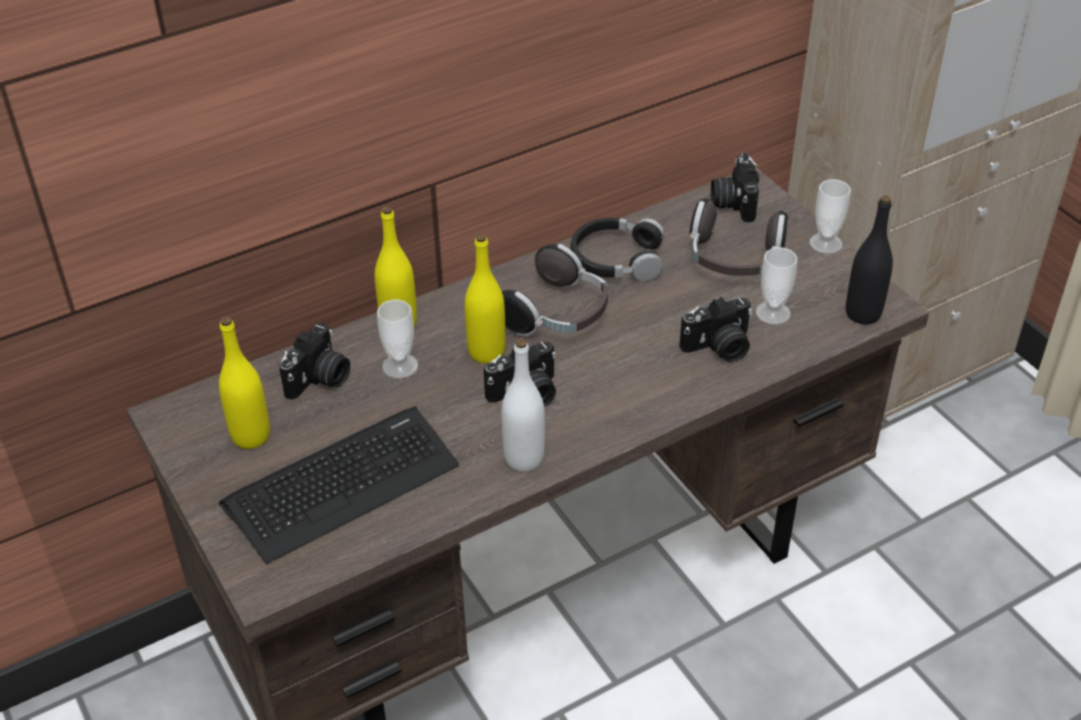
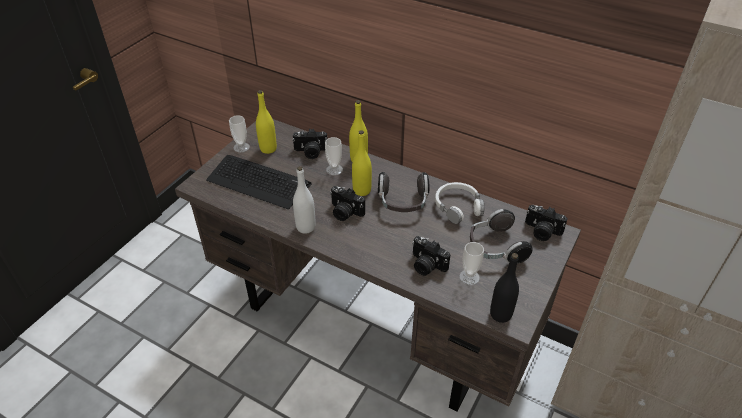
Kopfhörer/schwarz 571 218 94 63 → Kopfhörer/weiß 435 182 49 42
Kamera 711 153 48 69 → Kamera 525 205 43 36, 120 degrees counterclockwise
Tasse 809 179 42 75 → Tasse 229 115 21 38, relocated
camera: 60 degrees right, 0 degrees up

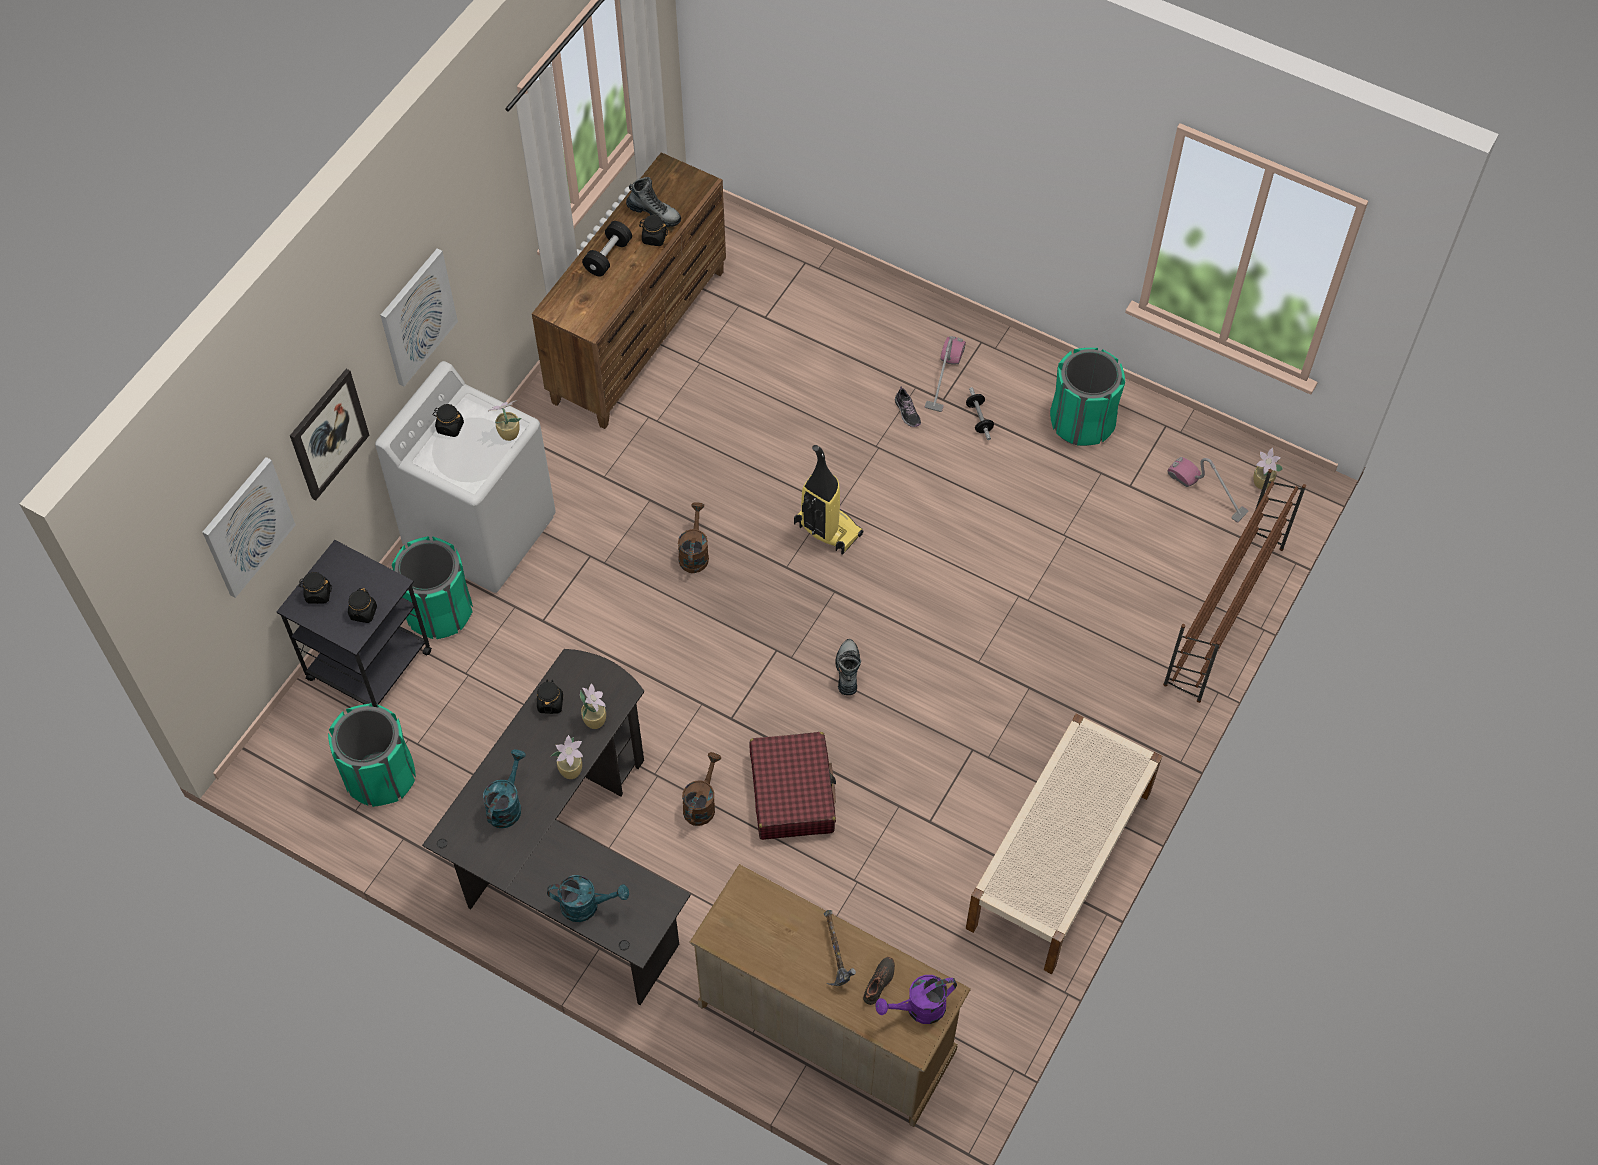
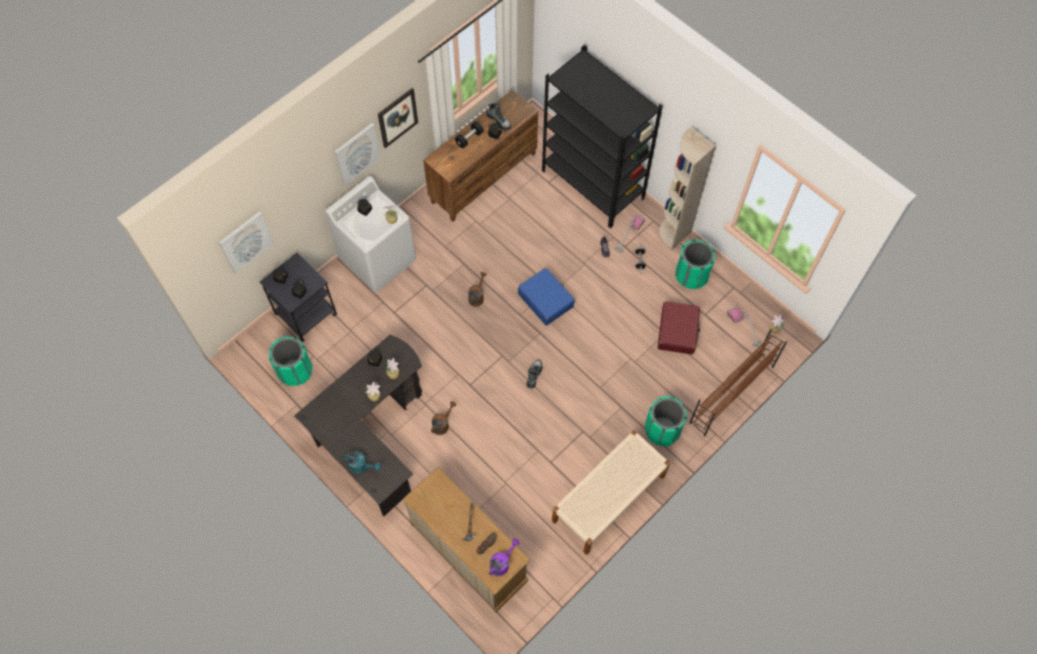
Bild 290 369 79 131 → Bild 378 88 40 60, relocated
Mülleimer/grün 392 536 81 103 → Mülleimer/grün 645 396 42 50, relocated
Gießkanne/türkis 483 749 43 79 → -
Koffer/rot 749 732 87 108 → Koffer/rot 658 301 42 54, relocated
Staubsauger 794 445 69 109 → Koffer/blau 518 268 57 58
Gießkanne/lila 875 975 82 49 → Gießkanne/lila 489 539 31 37, 135 degrees clockwise
- → Bücherregal/schwarz 542 45 121 184
- → Bücherregal/beige 659 126 57 124
camera: 15 degrees right, 5 degrees up

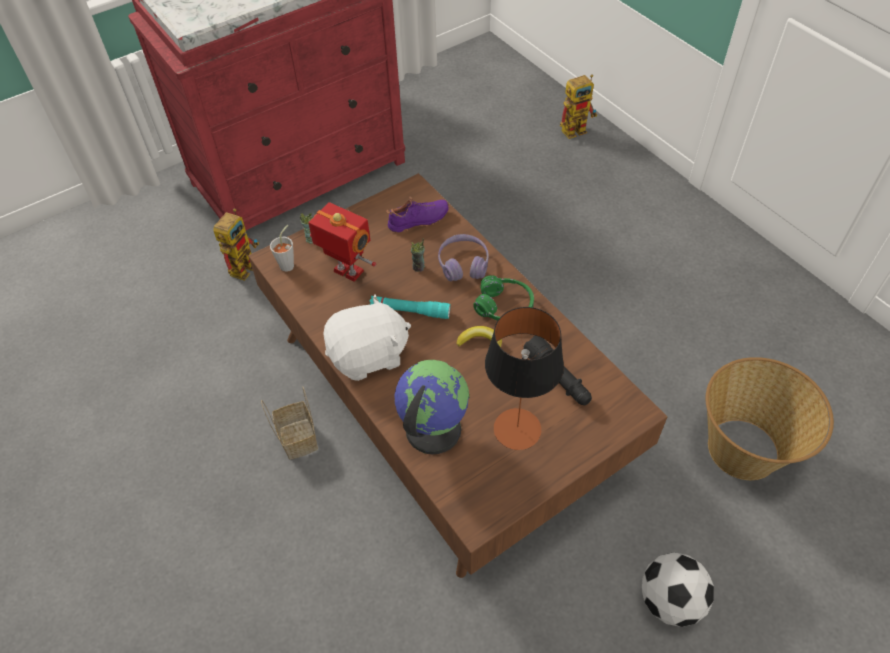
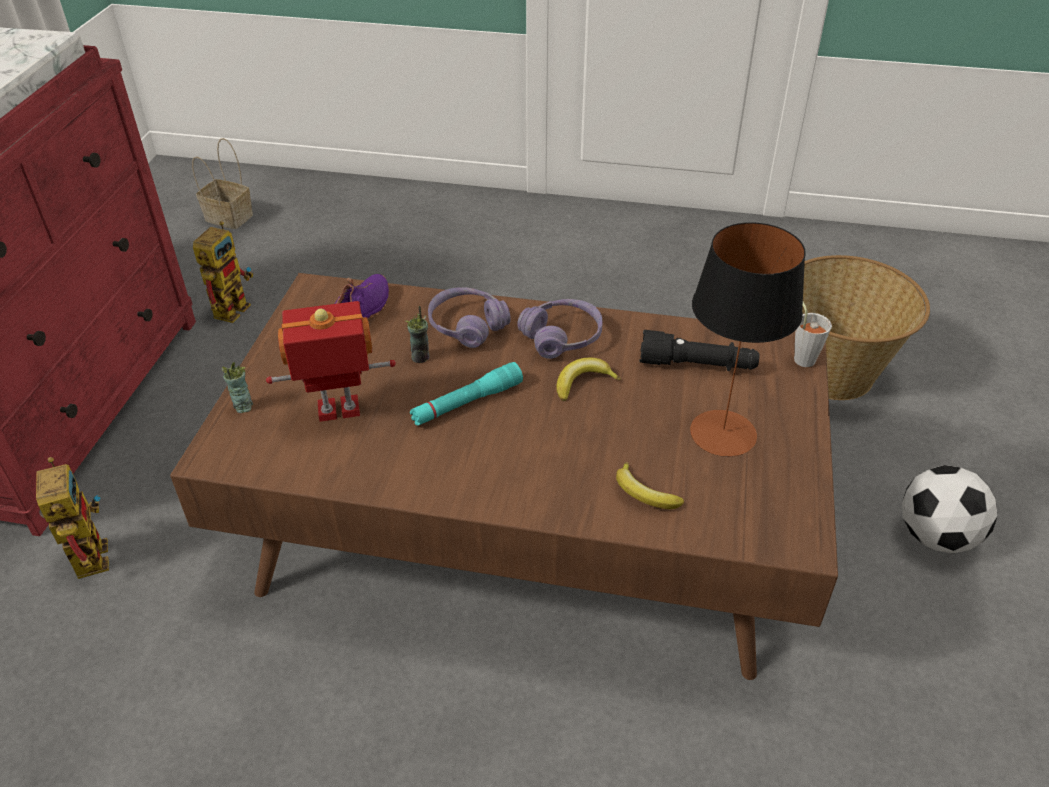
Korb 261 386 57 74 → Korb 192 138 61 91, relocated
Tasse/grau 270 225 24 47 → Tasse/grau 794 302 38 65, relocated
Plüschtier/weiß 323 294 88 87 → -
Globus 395 360 74 94 → Banane 616 462 68 47
Kopfhörer/grün 473 275 61 45 → Kopfhörer/lila 517 299 86 60
Spielzeugroboter 560 74 37 65 → Spielzeugroboter 193 221 60 102, relocated
camera: 45 degrees left, 10 degrees down

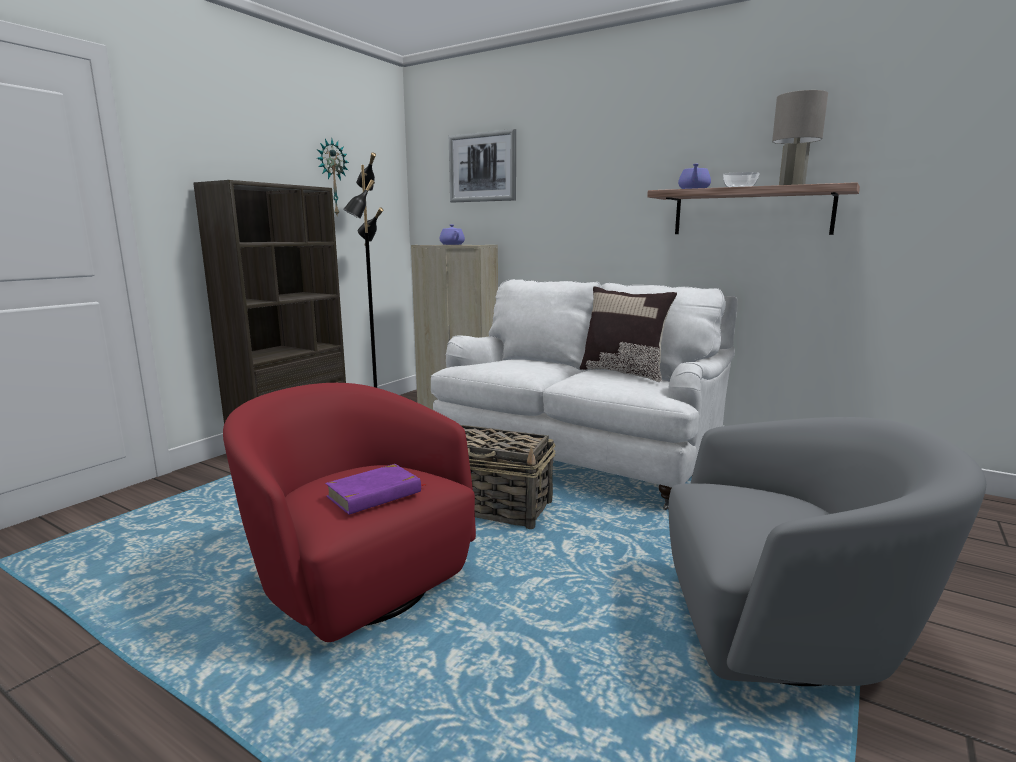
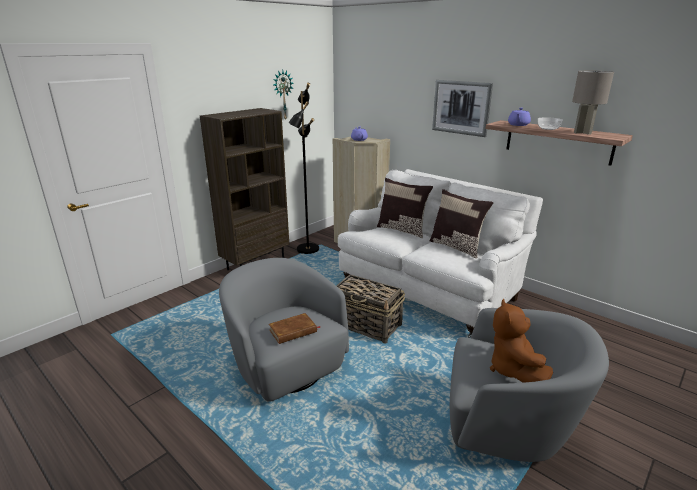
Sessel/rot 223 383 253 259 → Sessel/grau 219 258 130 144
Buch/lila 325 464 101 51 → Buch/braun 269 313 51 31
Bild 449 129 67 73 → Bild 432 80 61 57, relocated
- → Kissen 377 178 56 60
- → Plüschtier/braun 490 299 63 84
camera: 10 degrees right, 10 degrees up

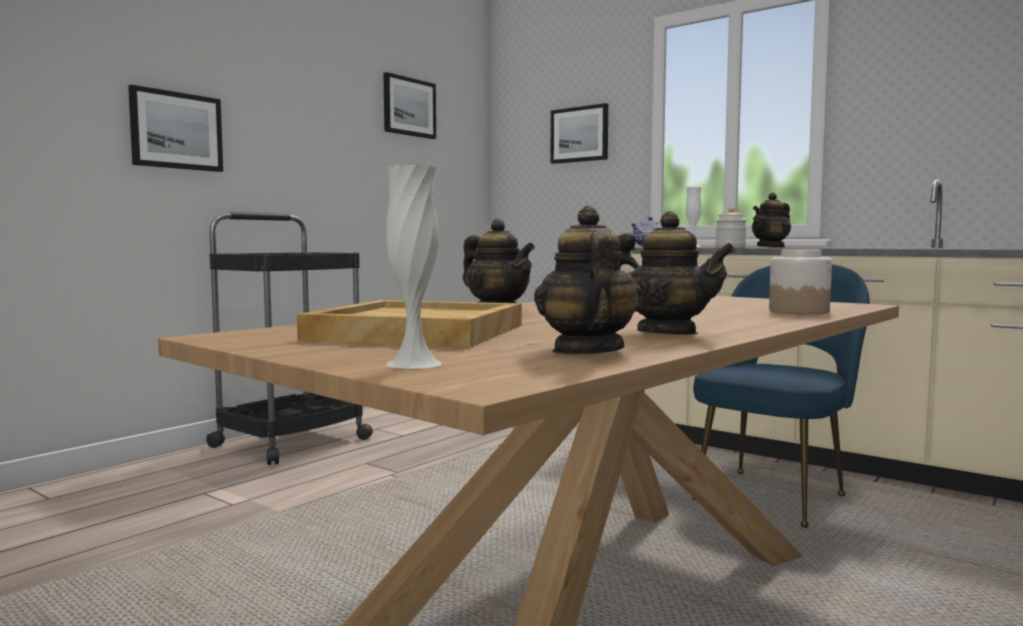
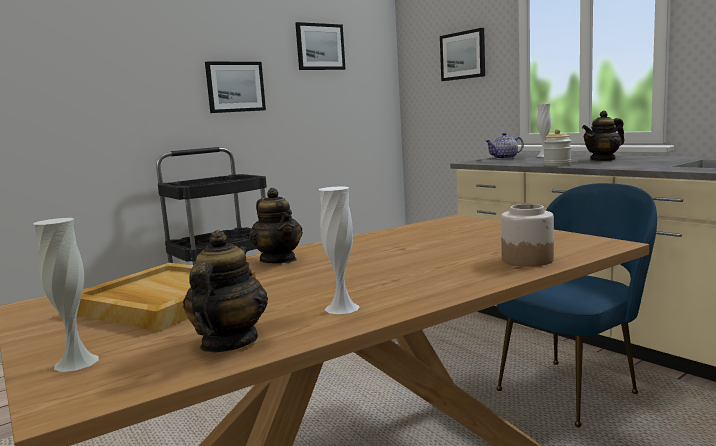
Bild 128 85 95 87 → Bild 205 62 61 51, relocated
Teekanne 618 211 117 124 → Vase/weiß 319 186 41 128
camera: 15 degrees right, 5 degrees up

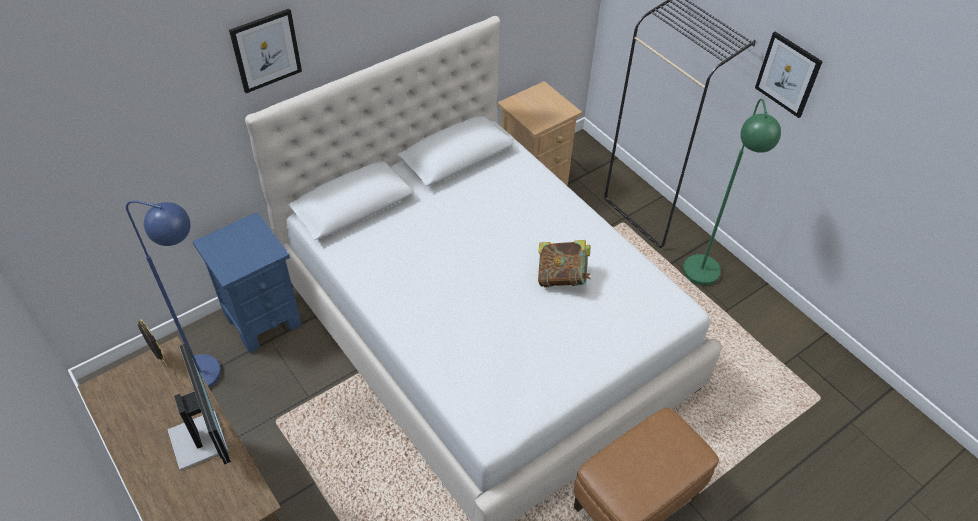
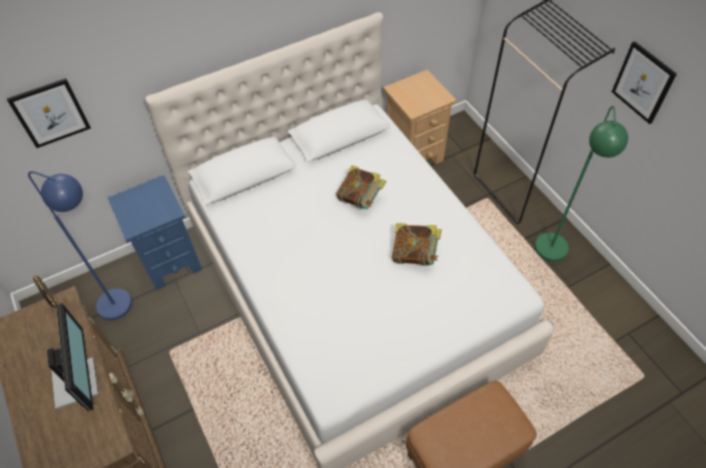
Bild 229 9 73 84 → Bild 7 78 84 70, relocated
- → Buch 336 165 51 44
camera: 10 degrees right, 5 degrees up

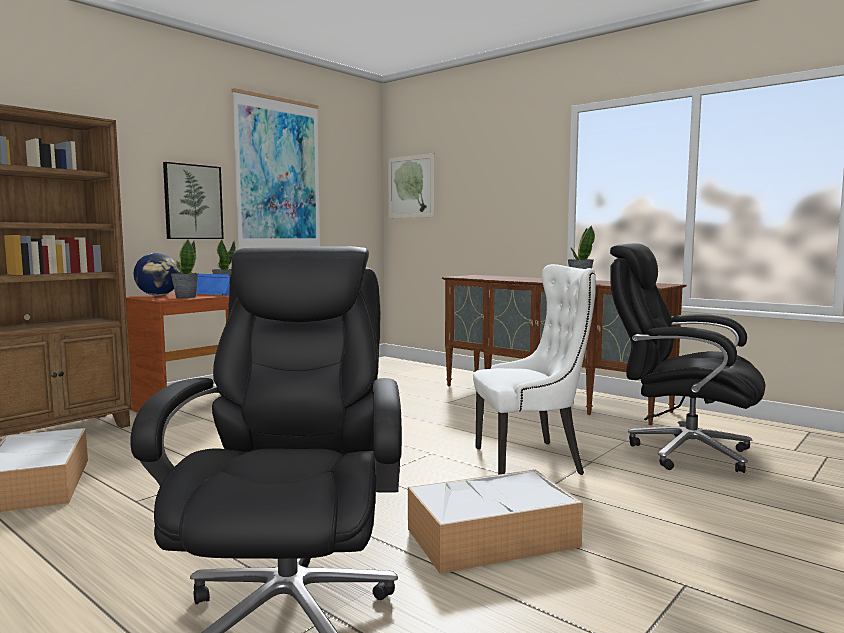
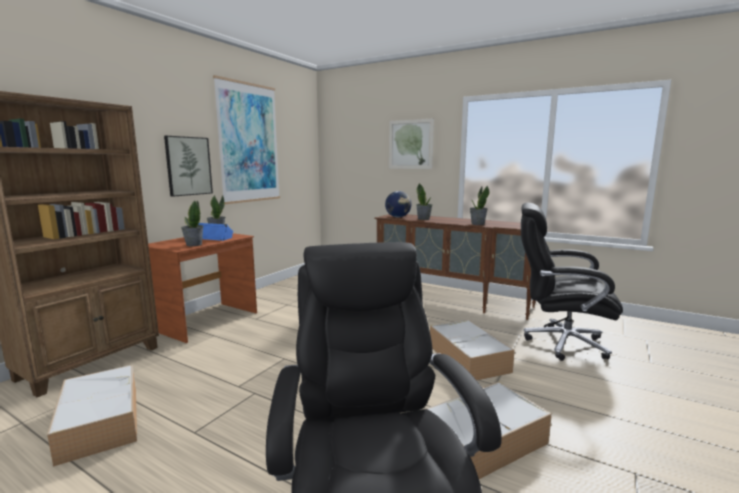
Globus 134 253 46 43 → Globus 385 191 26 26, relocated
Bild 388 153 47 65 → Bild 389 118 45 51, relocated
Stuhl/weiß 473 264 123 211 → Aufbewahrungsbox 430 320 85 60
- → Topfpflanze 416 183 16 37
camera: 10 degrees left, 5 degrees up

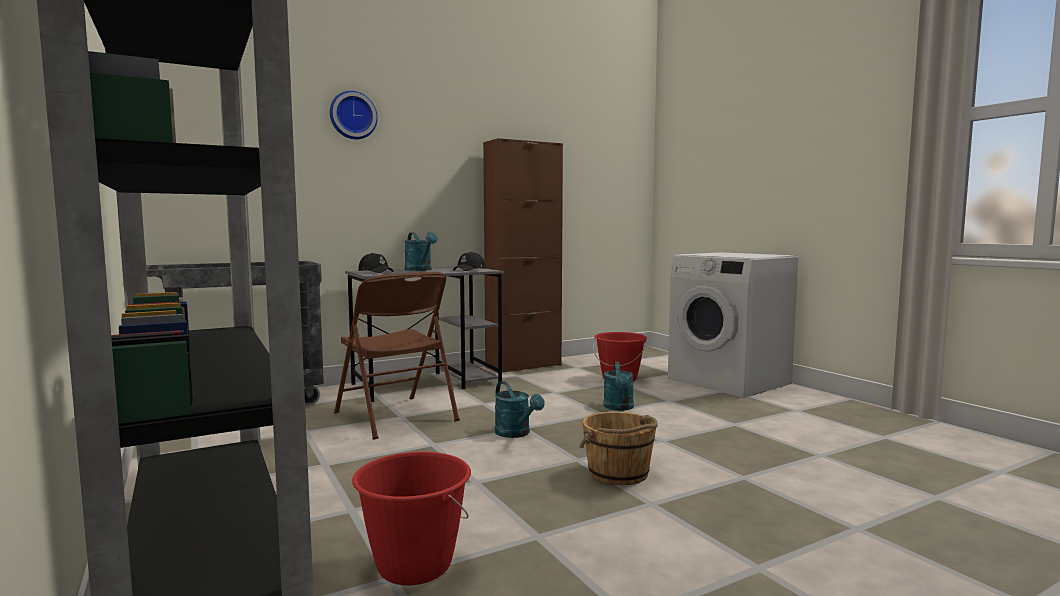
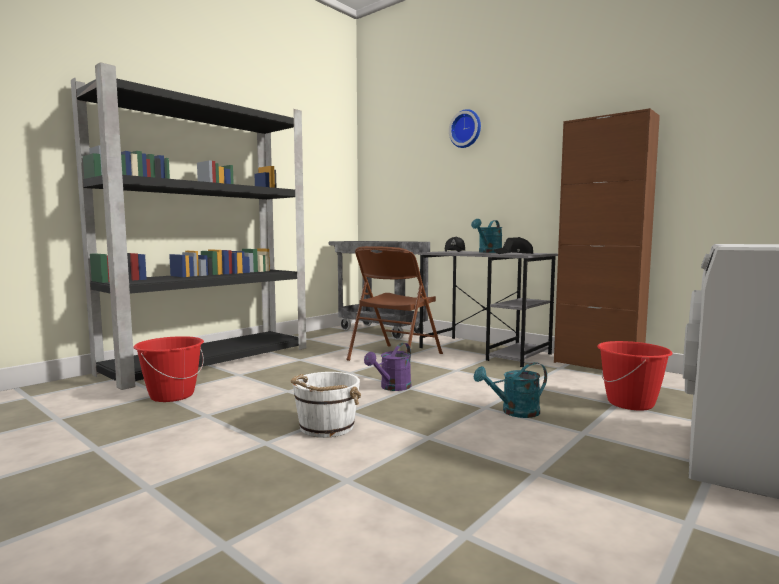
Gießkanne/türkis 495 381 50 57 → Gießkanne/lila 364 343 47 48
Eimer/braun 579 412 79 73 → Eimer/weiß 291 372 70 66
camera: 70 degrees right, 0 degrees up

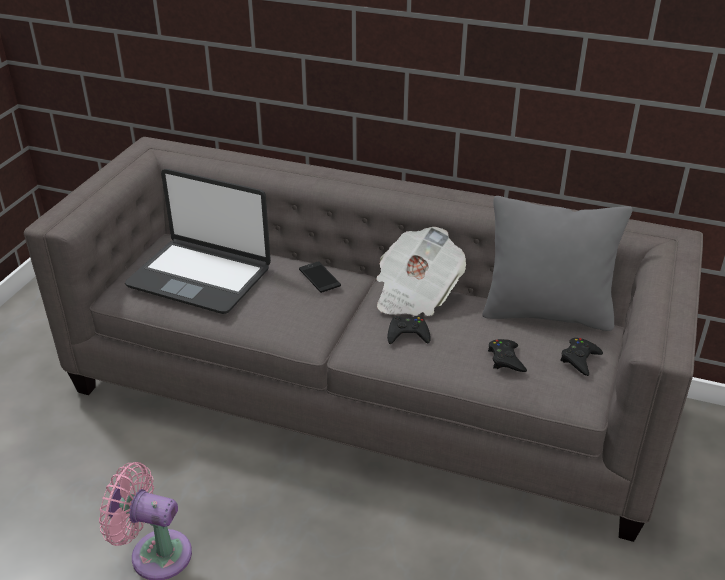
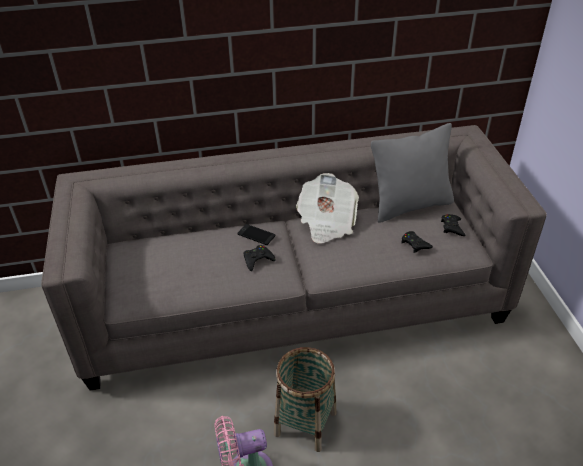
Laptop 125 169 146 145 → -
Gamepad/schwarz 387 316 44 28 → Gamepad/schwarz 244 245 32 26, relocated
- → Korb 274 347 63 105
camera: 30 degrees left, 5 degrees up

